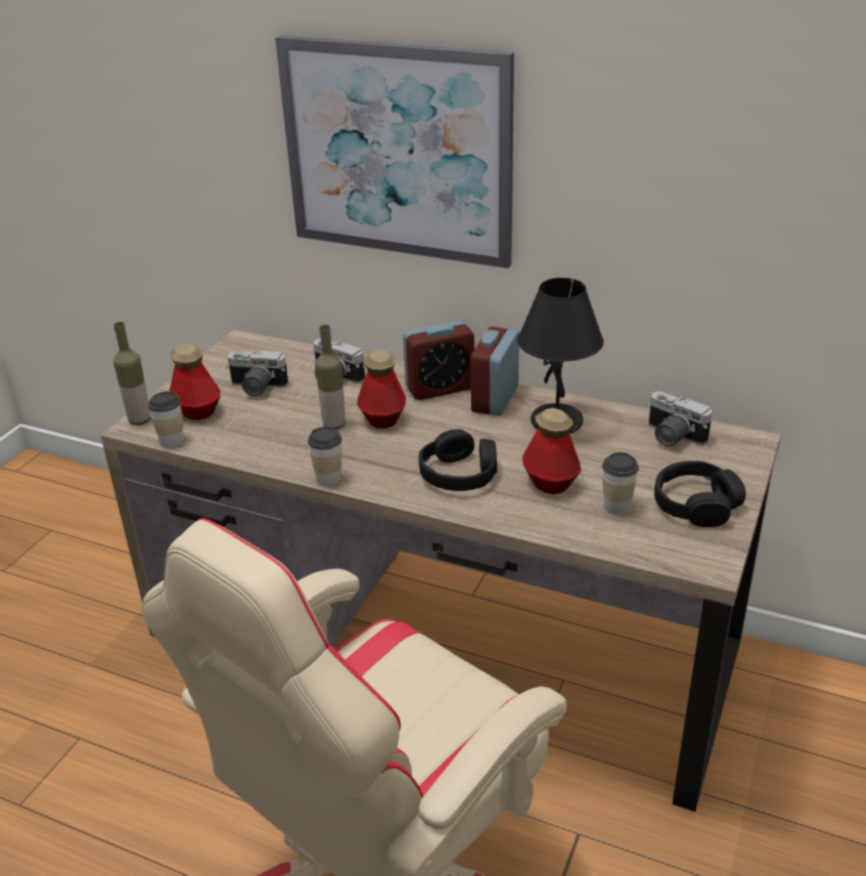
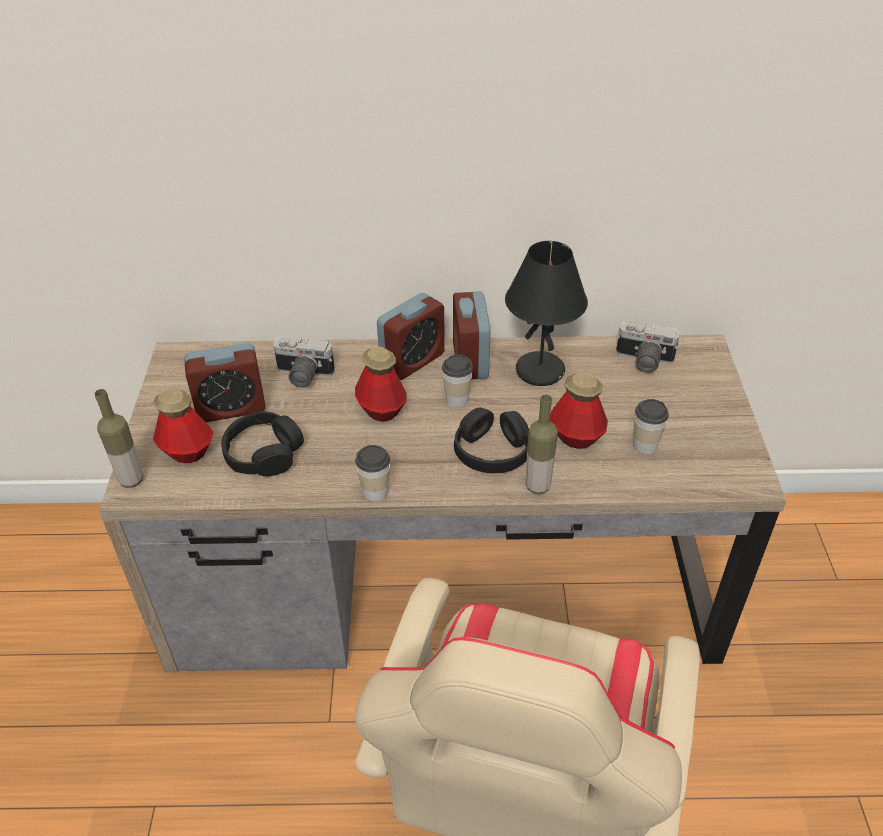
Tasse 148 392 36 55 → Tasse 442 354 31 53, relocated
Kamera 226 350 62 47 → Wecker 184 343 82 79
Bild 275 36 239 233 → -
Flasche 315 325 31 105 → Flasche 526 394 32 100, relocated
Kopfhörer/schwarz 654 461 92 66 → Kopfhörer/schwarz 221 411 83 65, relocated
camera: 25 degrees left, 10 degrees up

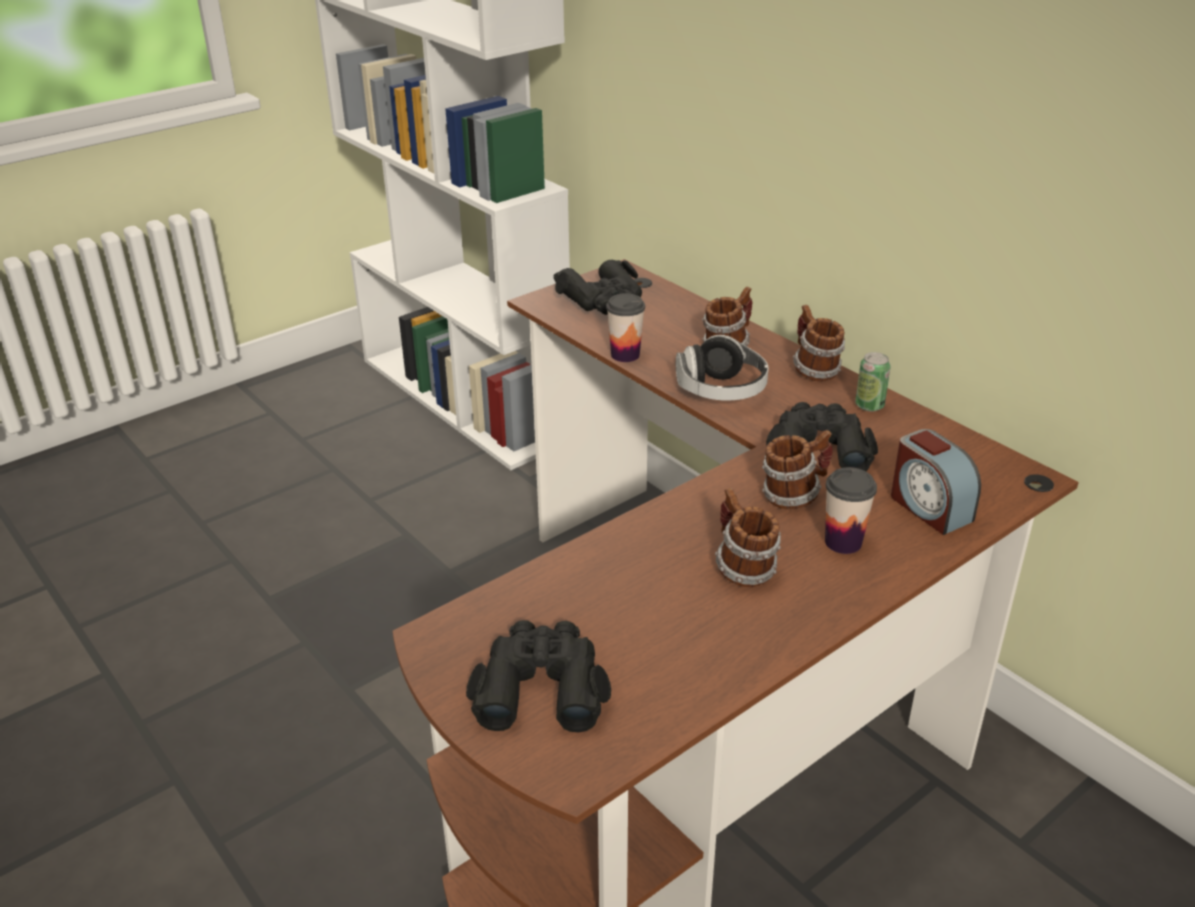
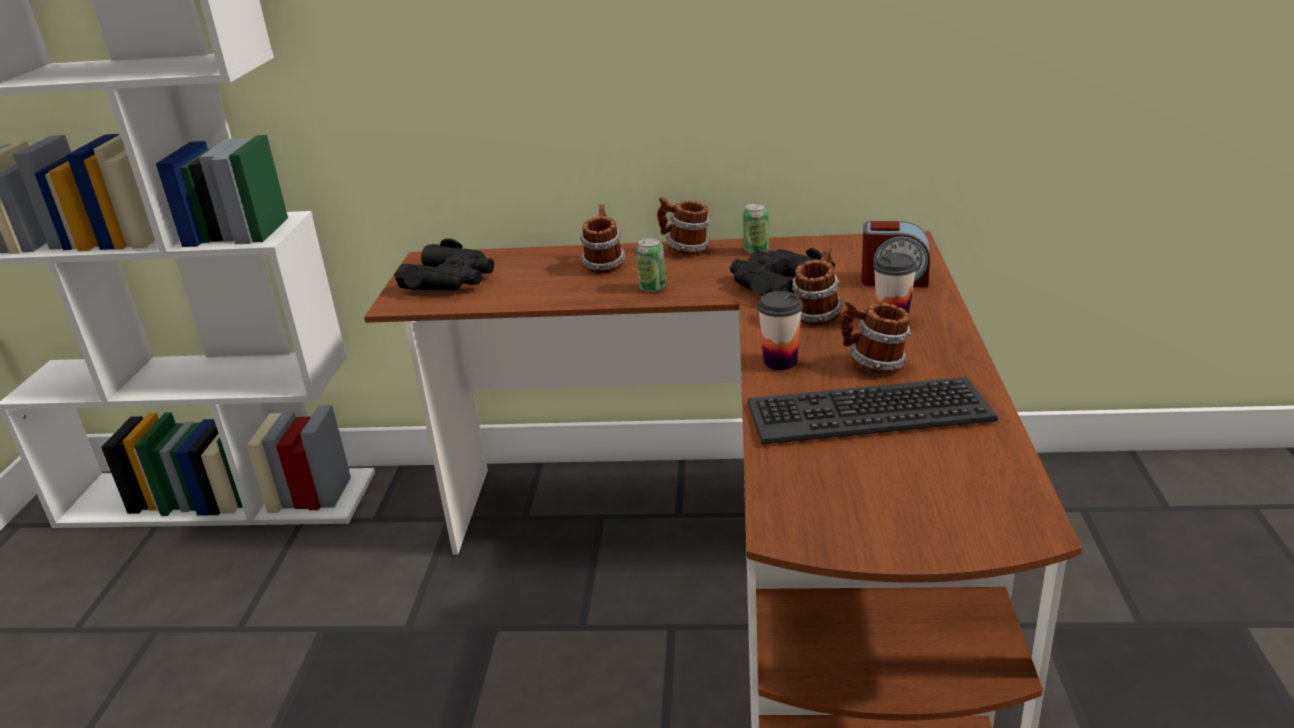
Fernglas/schwarz 466 620 145 113 → -
Tasse 606 293 39 69 → Tasse 757 291 46 79, relocated
Kopfhörer 676 335 93 66 → Dose 637 238 29 54
- → Tastatur 747 377 251 67
camera: 45 degrees left, 5 degrees down

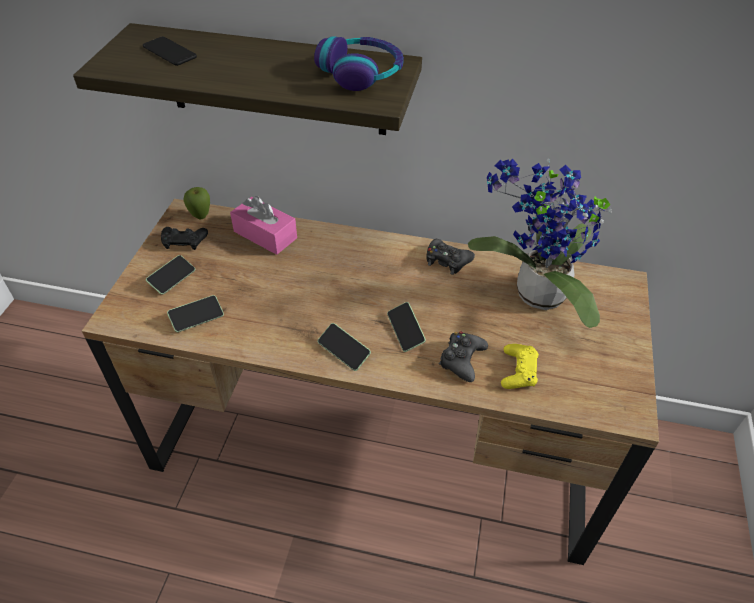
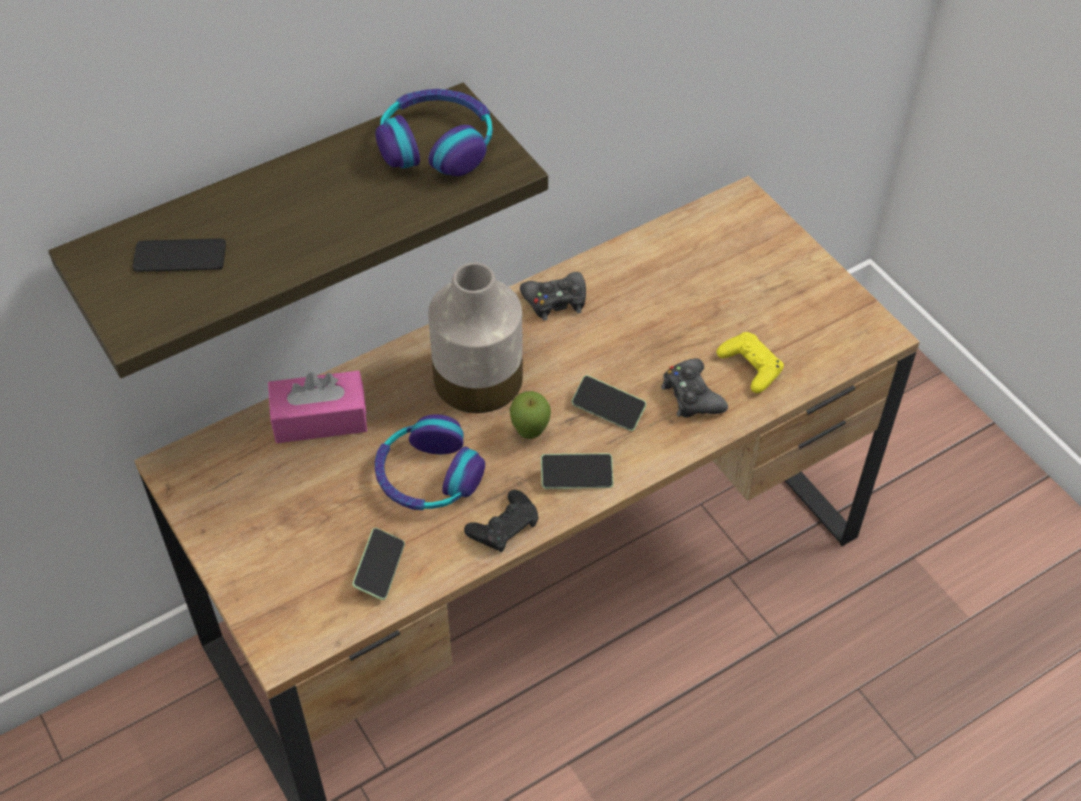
Handy 146 255 50 40 → -
Gamepad/schwarz 161 227 47 23 → Gamepad/schwarz 464 490 75 62, relocated
Apfel 183 187 27 32 → Apfel 510 391 41 48, relocated
Topfpflanze 468 158 144 170 → -
- → Kopfhörer 375 414 110 96
- → Vase/beige 428 263 95 150
camera: 45 degrees left, 5 degrees up

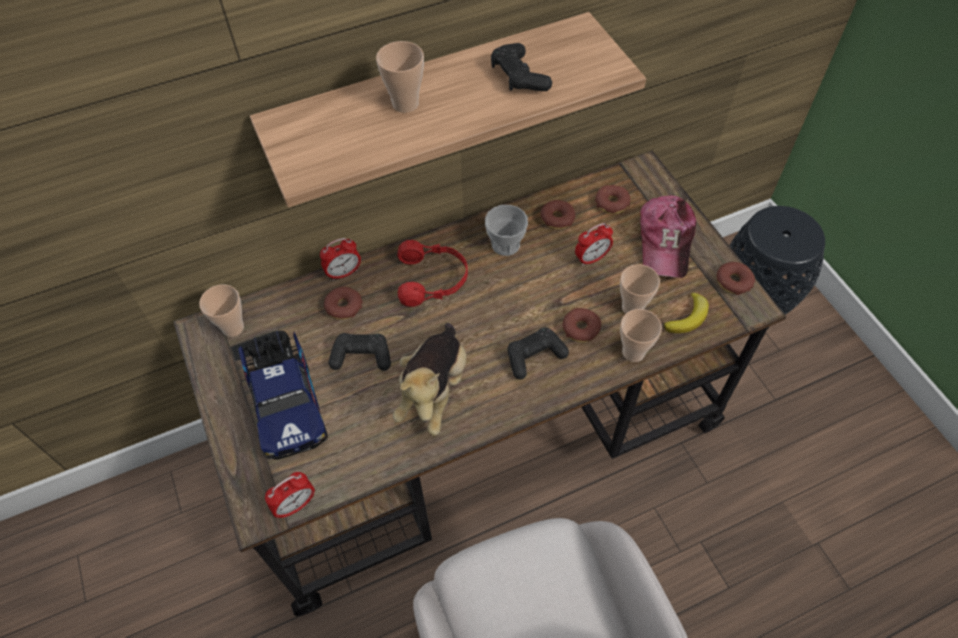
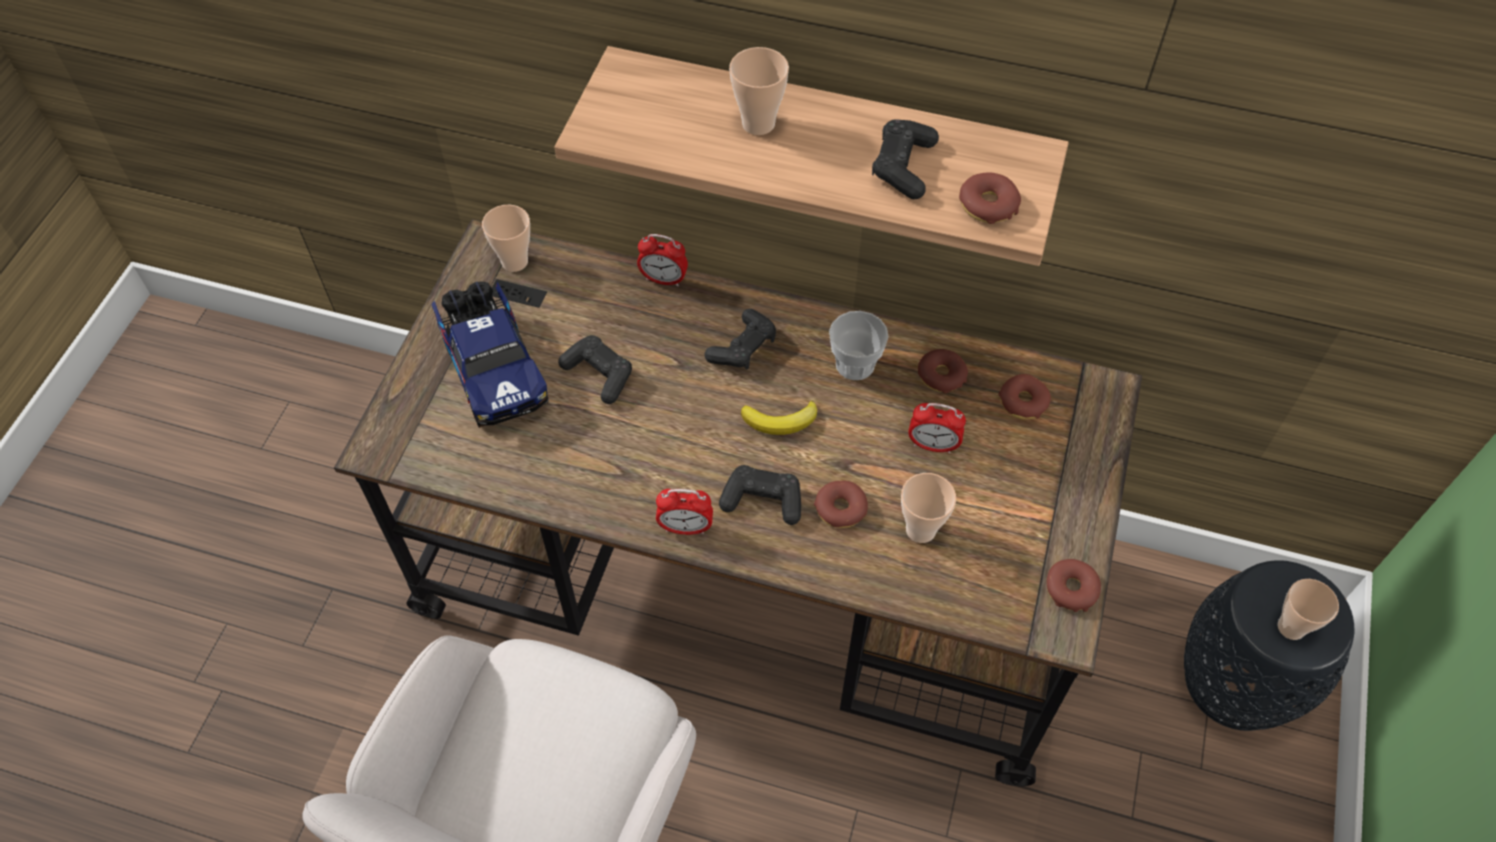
Spielzeuglaster 238 330 90 130 → Spielzeuglaster 431 281 118 147, 45 degrees counterclockwise
Wecker 265 472 50 46 → Wecker 656 489 57 46, relocated
Donut 324 287 39 33 → Donut 959 172 62 52, relocated
Plüschtier 393 323 74 113 → -
Kopfhörer/rot 397 240 71 67 → Gamepad/schwarz 705 309 71 60
Tasse 620 309 42 53 → Tasse 1278 579 61 61, relocated
Kappe 640 195 57 83 → -
Banane 663 293 46 40 → Banane 741 401 76 34, relocated
camera: 40 degrees right, 0 degrees up

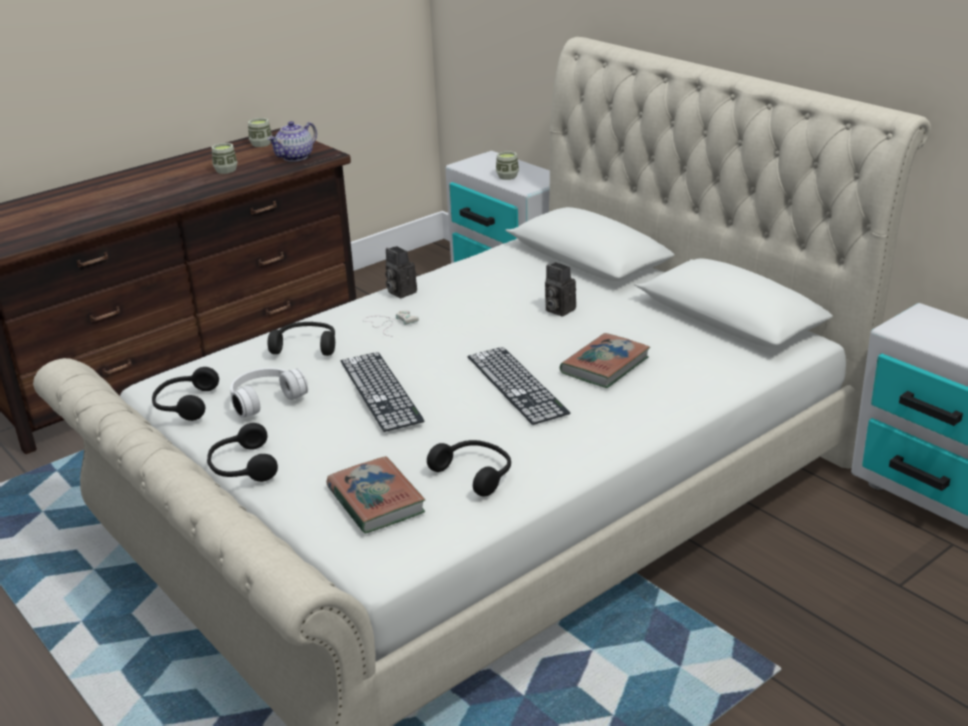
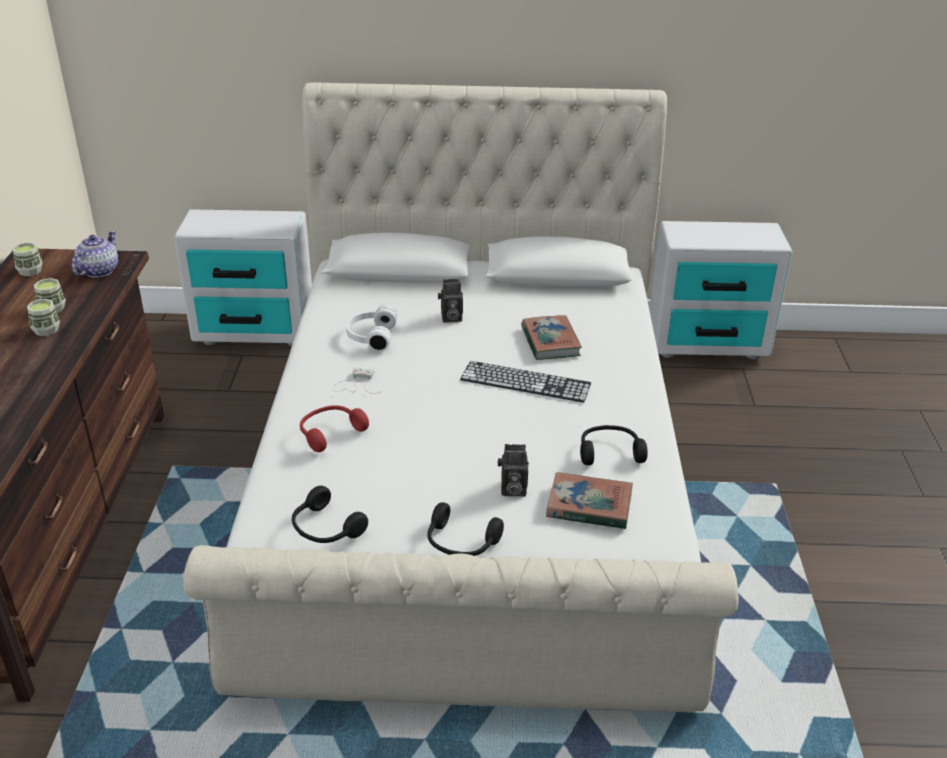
Kopfhörer/weiß 230 368 78 50 → Kopfhörer/weiß 346 305 51 47, relocated
Kopfhörer/schwarz 267 322 68 34 → Kopfhörer/rot 300 405 69 47
Teekanne 268 121 49 41 → Teekanne 72 230 46 47, 150 degrees counterclockwise
Tastatur 341 352 83 80 → -
Kamera 385 246 32 52 → Kamera 498 444 31 53, relocated
Tasse 496 151 23 29 → Tasse 27 299 33 37, relocated
camera: 50 degrees left, 5 degrees up

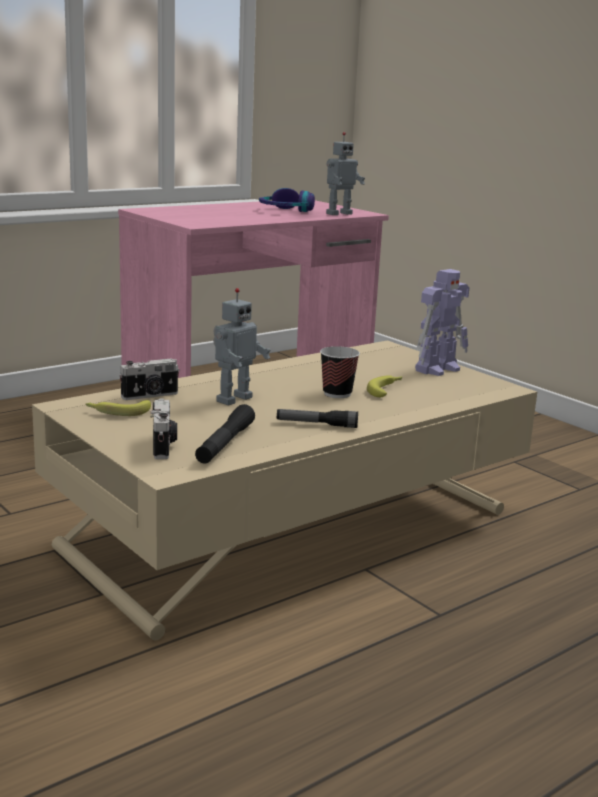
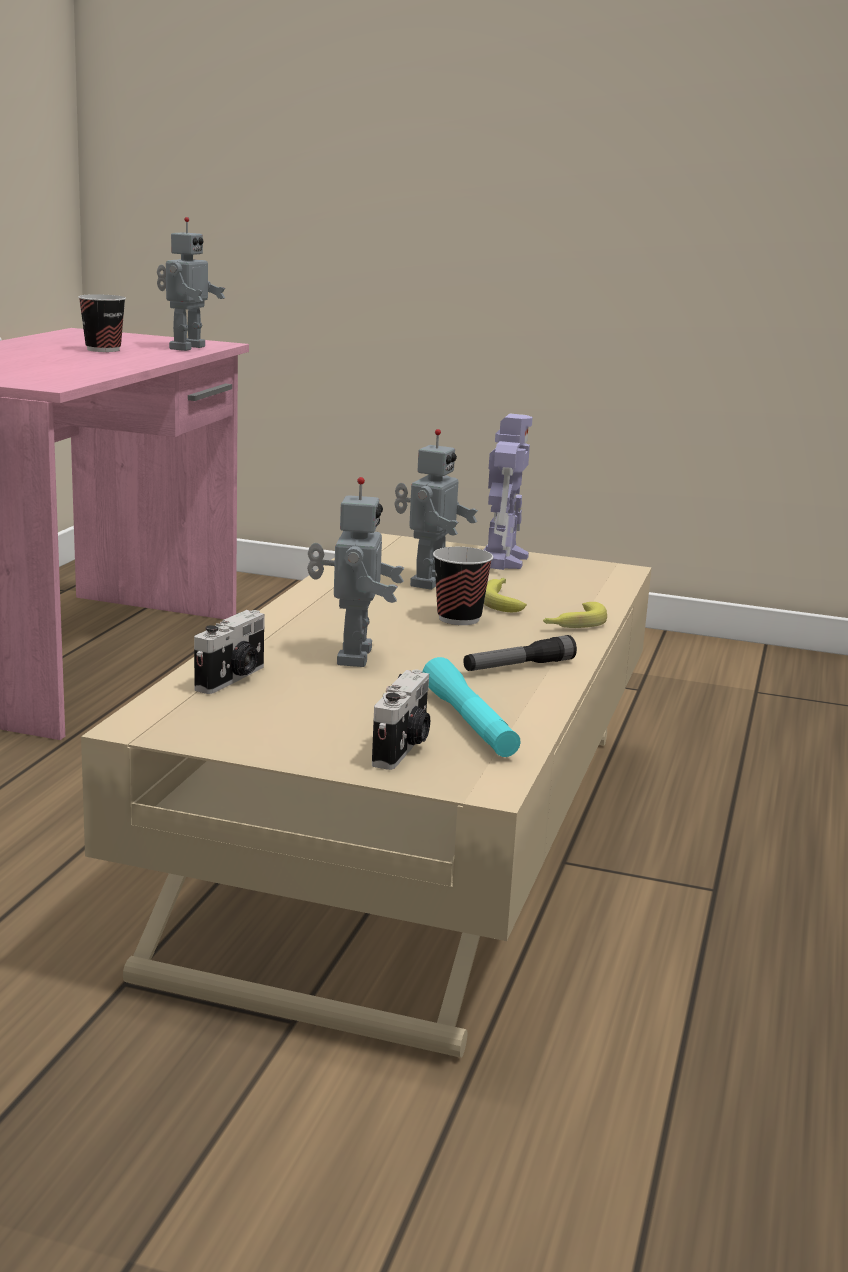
Banane 86 400 65 16 → Banane 543 602 64 26, relocated
Kamera 151 398 26 61 → Kamera 372 670 58 100, 60 degrees clockwise
Taschenlampe/schwarz 195 404 60 60 → Taschenlampe/türkis 422 657 99 100
Kopfhörer 259 188 56 24 → Tasse 78 294 48 58
- → Spielzeugroboter 394 429 84 161
camera: 35 degrees left, 0 degrees up

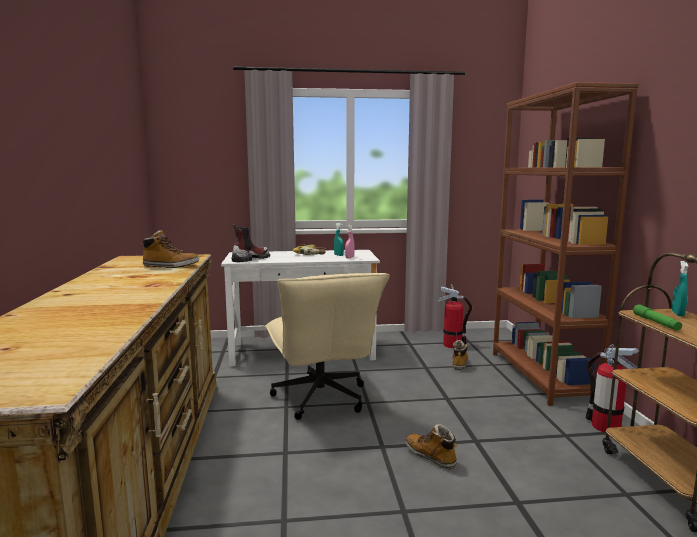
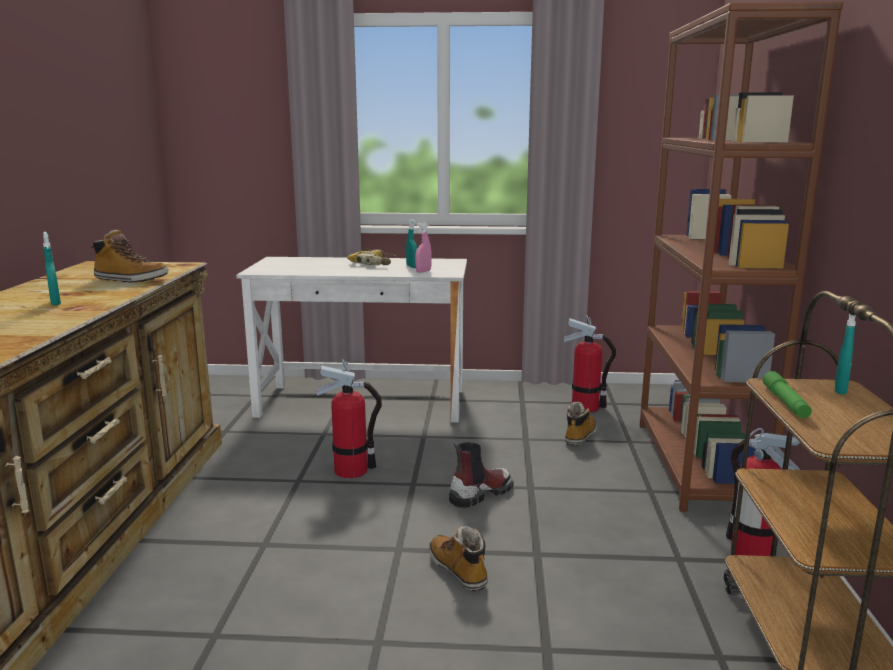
Stiefel 231 224 39 38 → Stiefel 449 442 64 66, relocated
Bürostuhl/beige 263 273 127 147 → Feuerlöscher 317 359 65 119
- → Sprühflasche/türkis 43 232 18 73
camera: 10 degrees right, 5 degrees up

